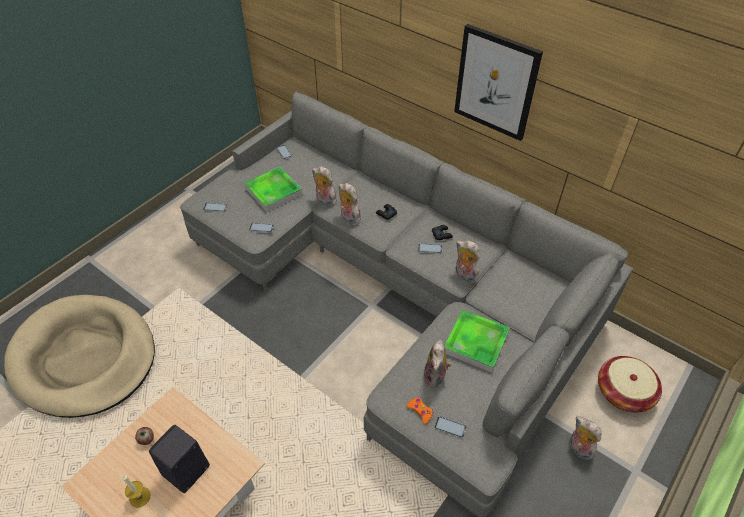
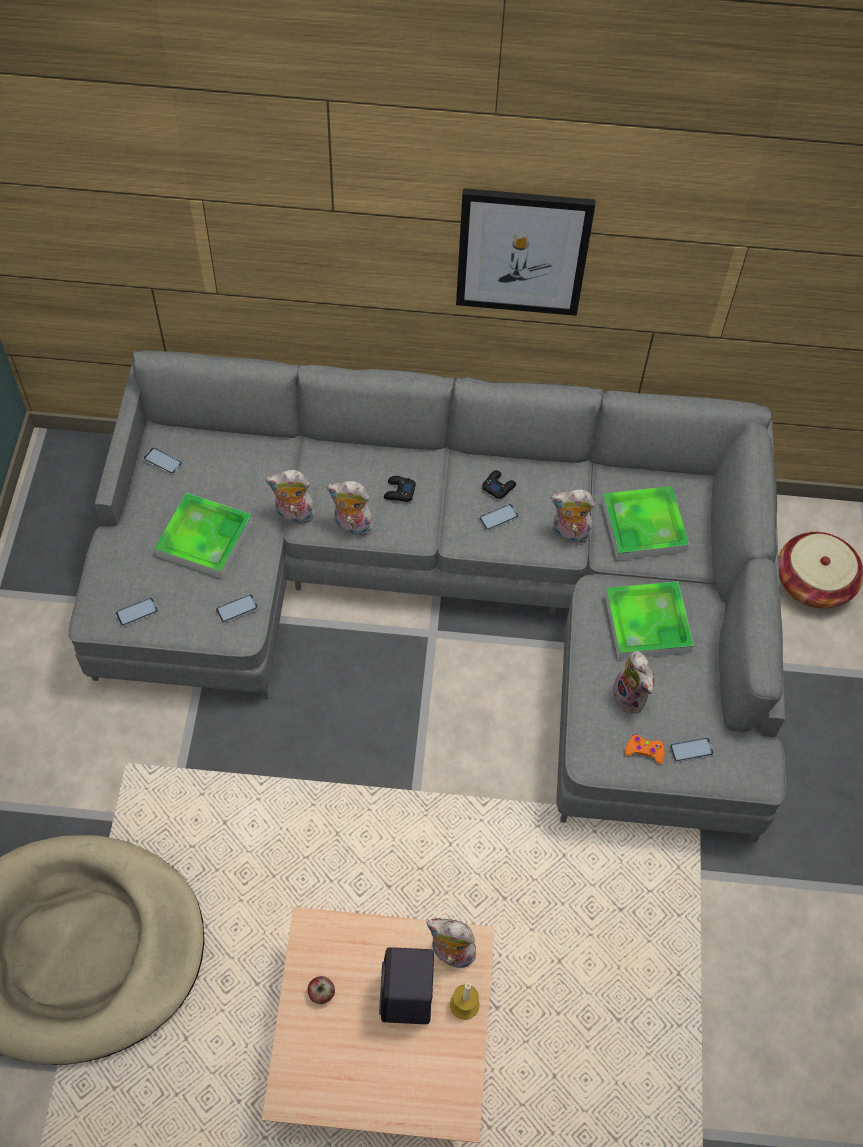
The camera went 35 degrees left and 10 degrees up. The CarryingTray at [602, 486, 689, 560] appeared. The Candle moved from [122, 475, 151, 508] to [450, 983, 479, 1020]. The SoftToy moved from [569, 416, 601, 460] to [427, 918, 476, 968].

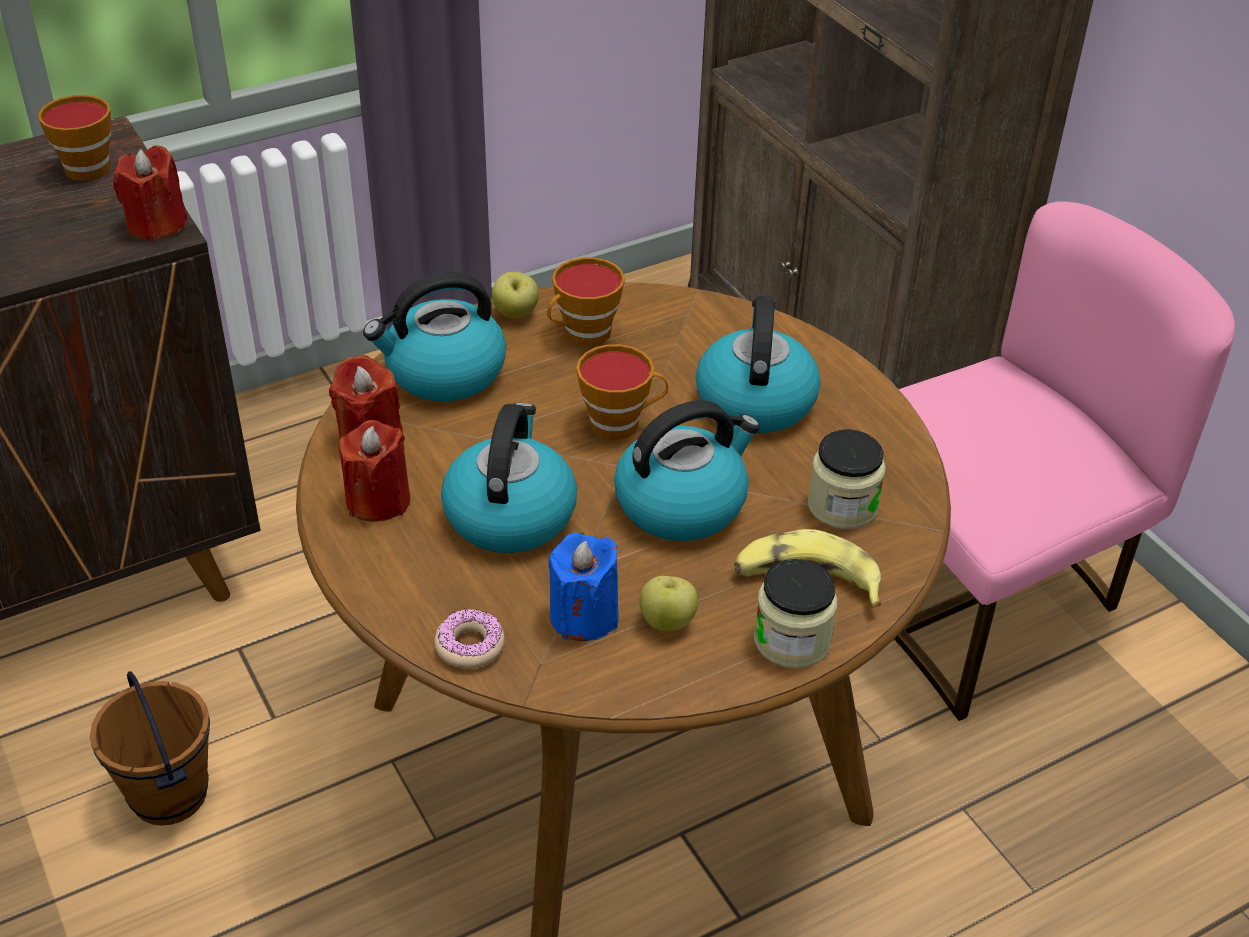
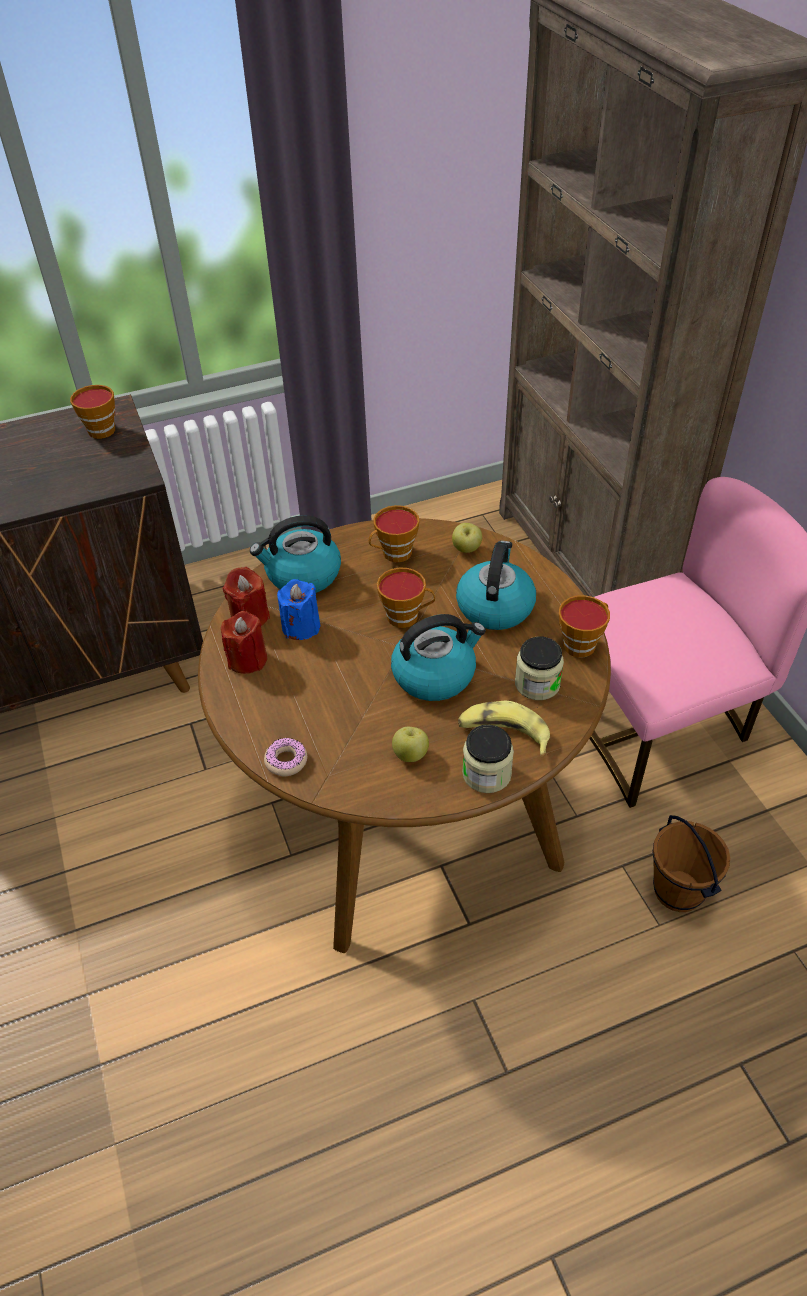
The camera went 10 degrees right and 5 degrees up. The RedCandle at [113, 145, 188, 241] disappeared. The WaterKettle at [441, 403, 577, 553] disappeared. The Cup at [559, 595, 610, 658] appeared. The BrownBucket moved from [90, 671, 210, 826] to [653, 815, 730, 912]. The AppleFruit moved from [492, 272, 539, 318] to [452, 523, 482, 553]. The BlueColouredCandle moved from [548, 533, 619, 641] to [277, 579, 320, 640].

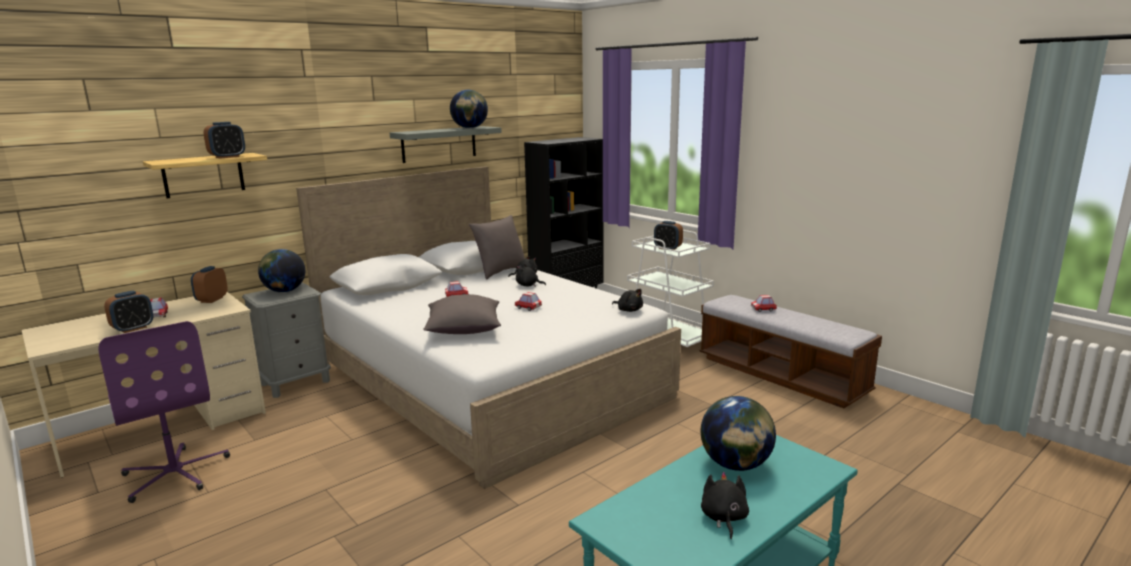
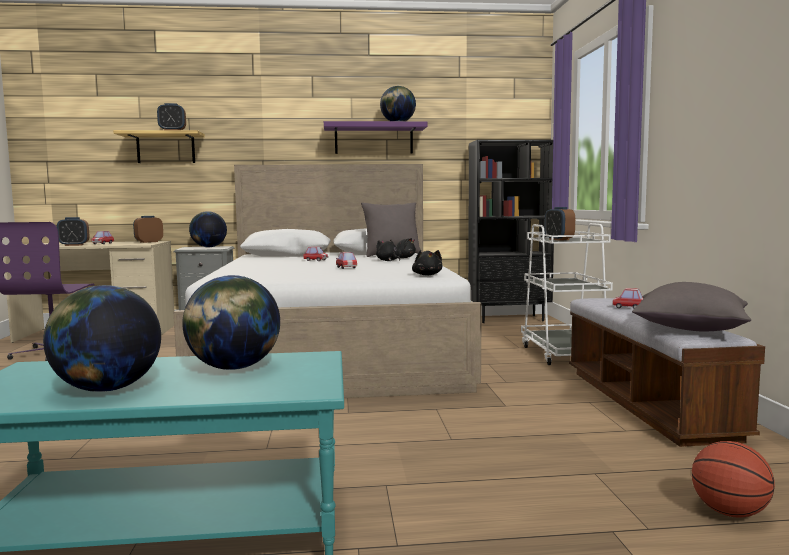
The camera went 35 degrees right and 10 degrees down. The BallForBasketball at [692, 441, 775, 518] appeared. The GreyThrowPillow moved from [423, 294, 501, 334] to [632, 282, 751, 331]. The BlackishSoftToy at [701, 472, 749, 539] was replaced by the DeskGlobe at [43, 285, 161, 392]. The GreyBracketShelf at [390, 126, 502, 163] became the PurplishBracketShelf at [324, 121, 427, 154].

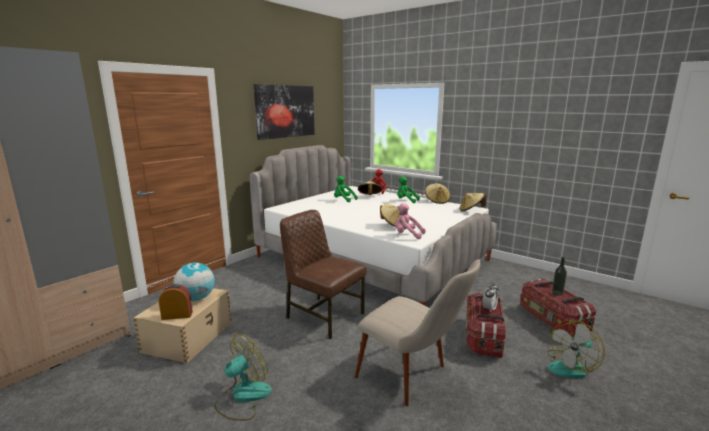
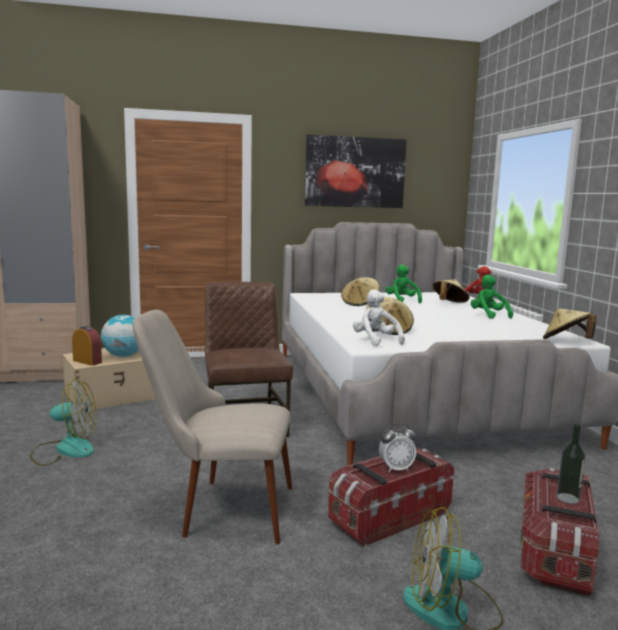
The camera went 40 degrees right and 5 degrees down. The BeigeClothingHat moved from [425, 183, 451, 204] to [341, 277, 380, 306]. The PinkSoftToy at [396, 203, 426, 239] became the WhitishSoftToy at [353, 289, 405, 346]. The BeigeUprightChair at [355, 259, 481, 406] turned 105 degrees clockwise.

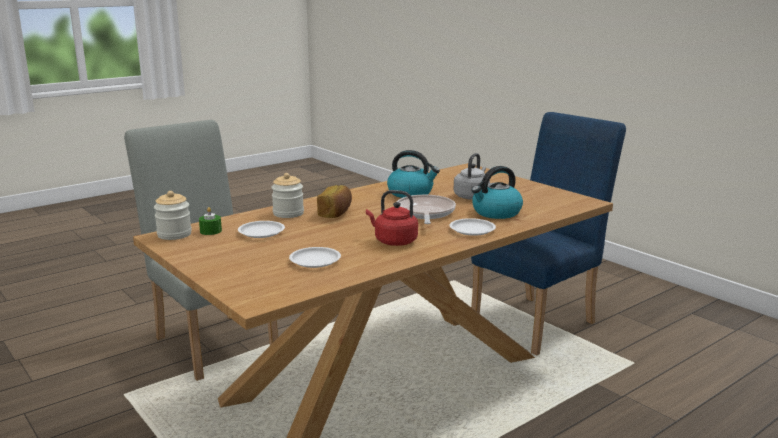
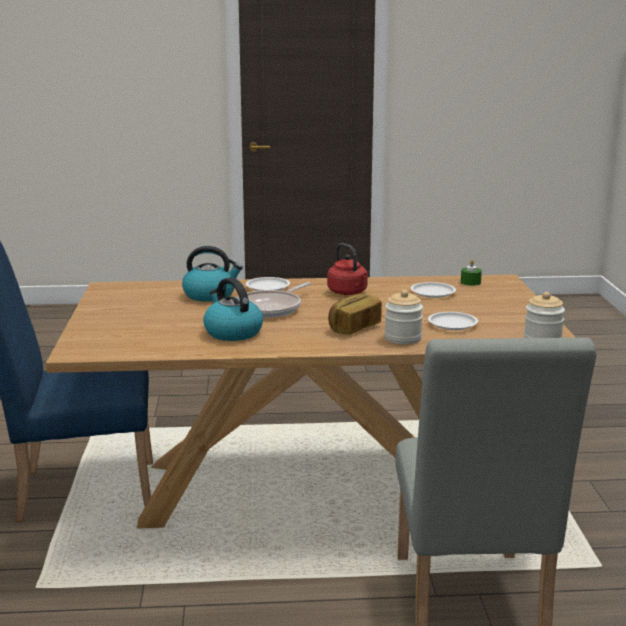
The camera went 145 degrees left and 0 degrees up. The GreyWaterKettle at [454, 153, 490, 200] disappeared. The GreenishCandle moved from [199, 207, 222, 235] to [461, 259, 482, 286].

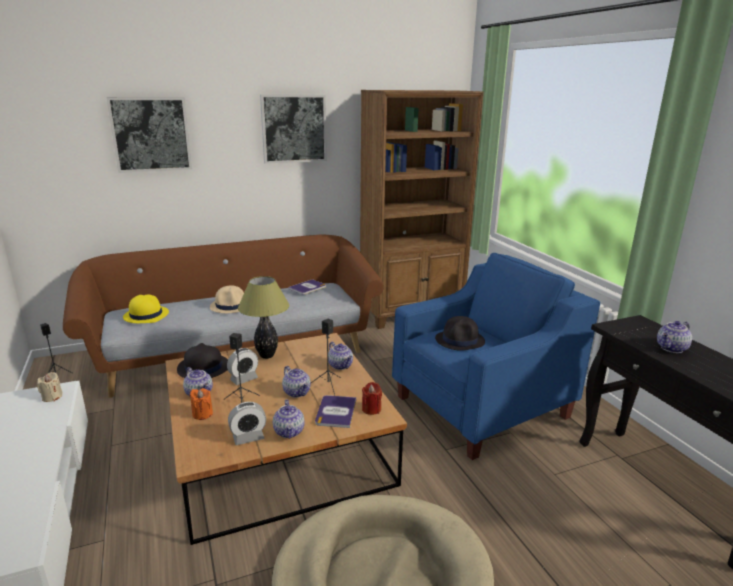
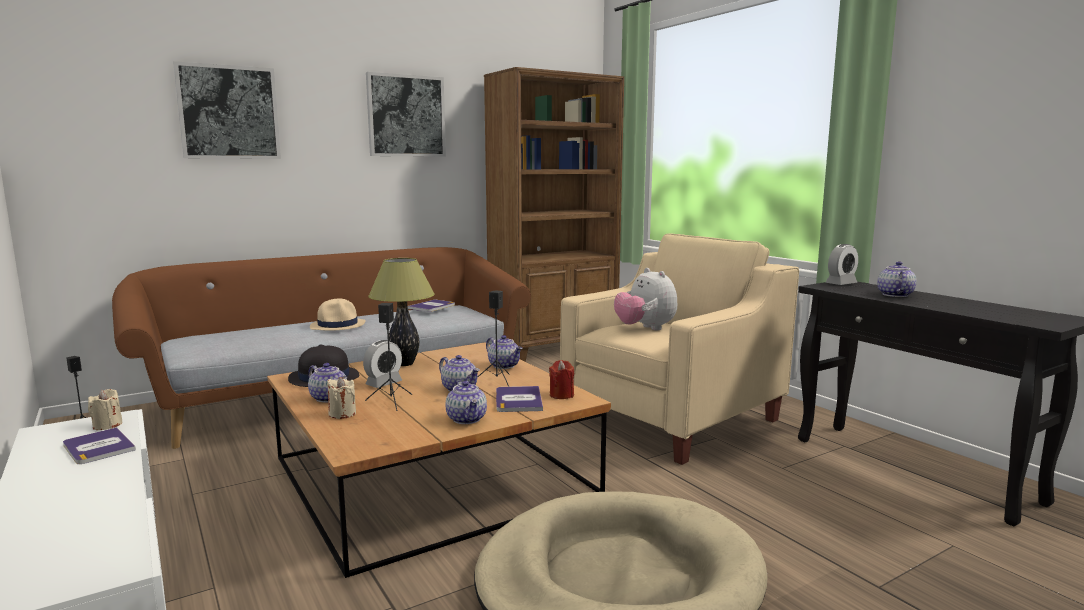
The camera went 10 degrees left and 10 degrees down. The YellowClothingHat at [123, 295, 169, 323] disappeared. The BoundBook at [63, 427, 136, 464] appeared. The AlarmClock moved from [228, 402, 266, 445] to [825, 244, 858, 285]. The BlackishClothingHat at [435, 316, 485, 351] was replaced by the SoftToy at [614, 268, 677, 330]. The OrangeCandle at [190, 388, 213, 420] became the BeigeCandle at [327, 377, 356, 419]. The BlueColouredArmchair at [392, 253, 600, 460] became the BeigeArmchair at [560, 233, 799, 465]. The PotForTea at [657, 321, 692, 353] turned 150 degrees clockwise.

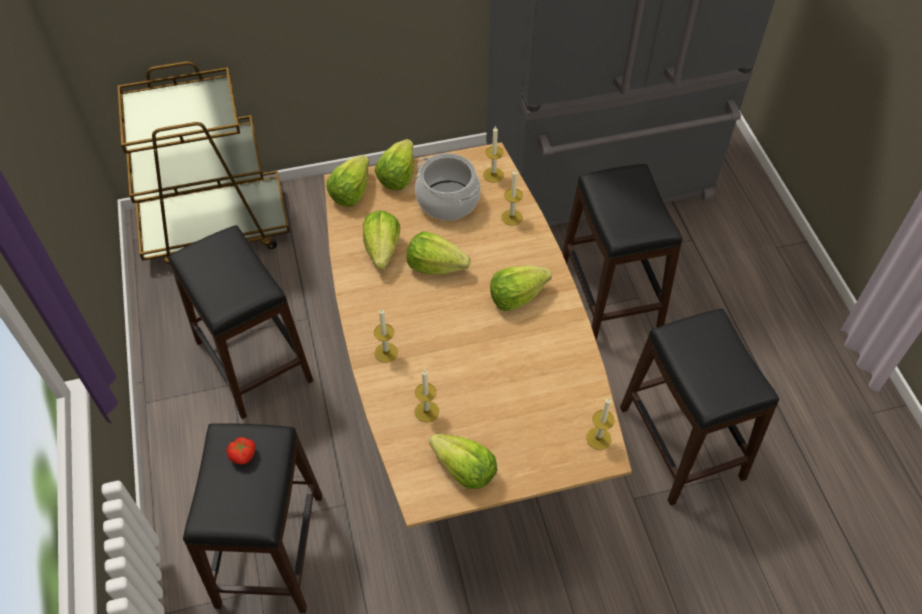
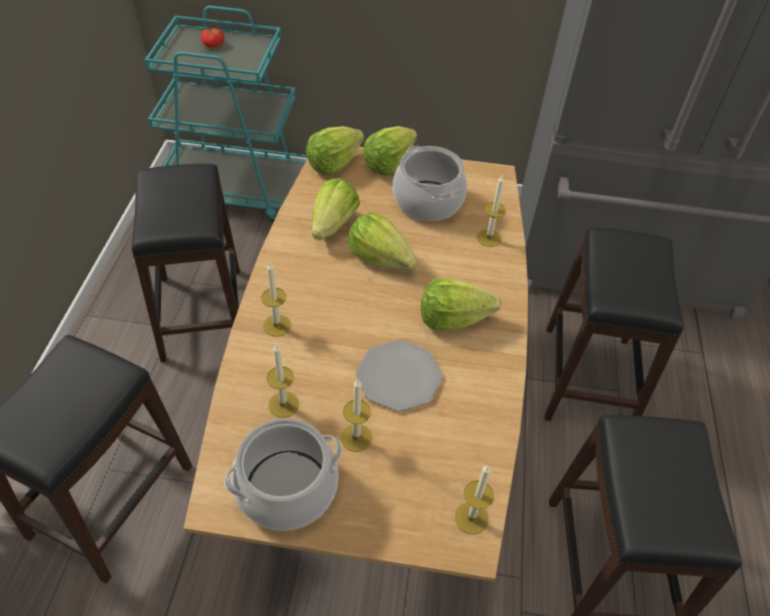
The camera went 20 degrees right and 5 degrees down. The Plate at [356, 340, 442, 411] appeared. The WholeTomato moved from [226, 437, 256, 465] to [201, 28, 224, 48]. The Candle moved from [483, 126, 504, 183] to [341, 379, 372, 452]. The HeadOfLettuce at [429, 434, 497, 489] was replaced by the Saucepot at [224, 418, 342, 531]. The BrownCart at [117, 61, 290, 264] became the BlueGreenCart at [145, 6, 308, 222].

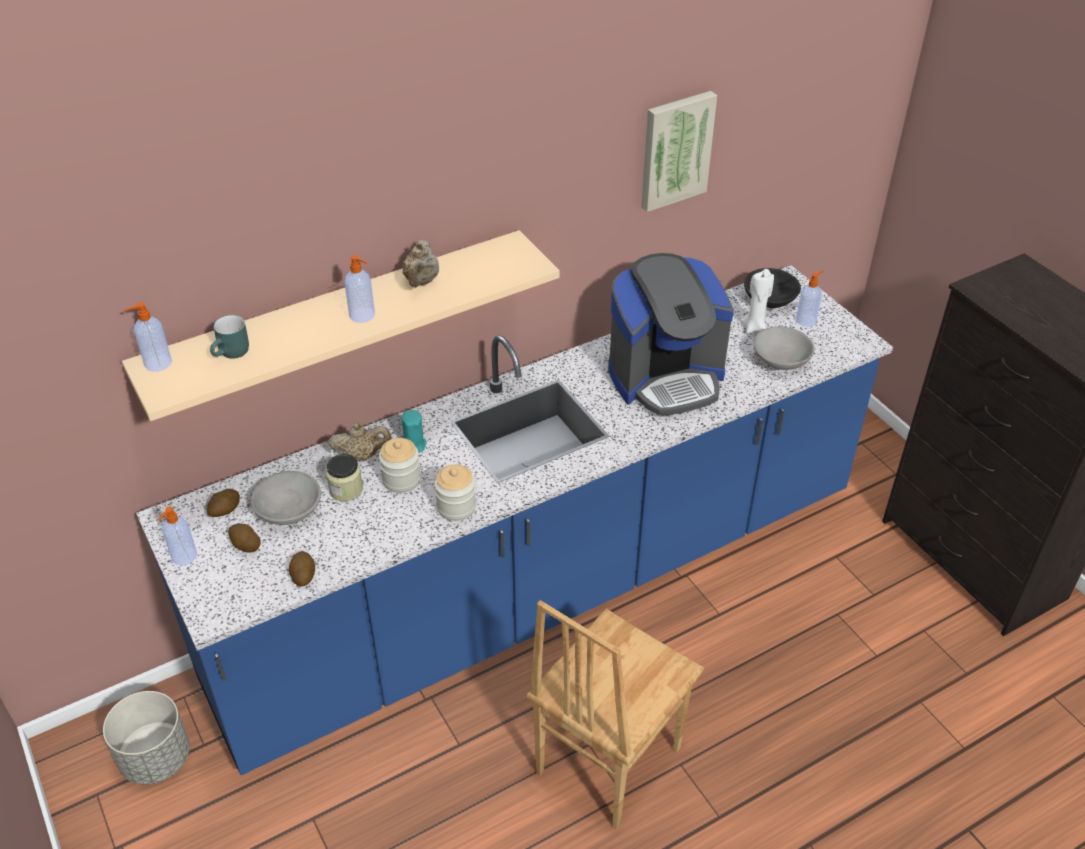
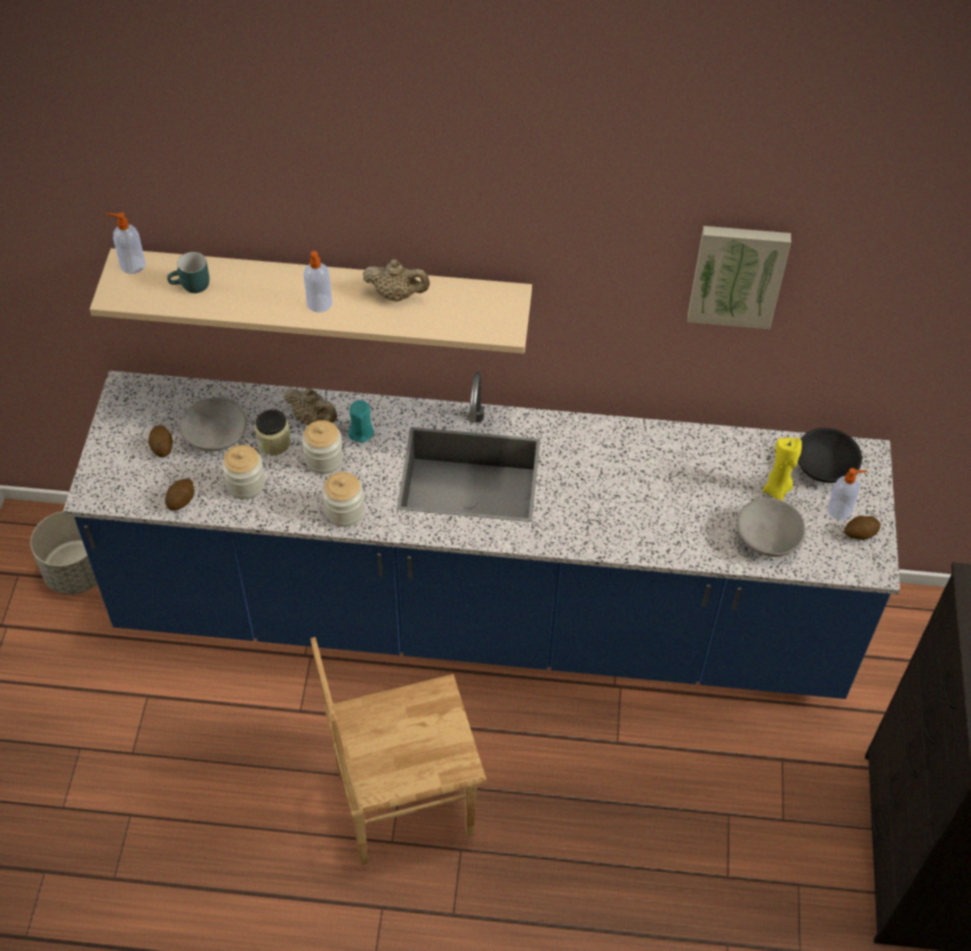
The camera went 35 degrees right and 10 degrees up. The SoapDispenser at [158, 506, 197, 566] disappeared. The CoffeeMaker at [608, 253, 734, 416] disappeared. The Jar at [222, 445, 265, 499] appeared. The Spud moved from [207, 489, 240, 517] to [844, 516, 880, 540]. The WhitishCandle at [740, 269, 774, 334] became the YellowCandle at [762, 438, 802, 501]. The BeigePotForTea at [402, 240, 439, 287] turned 120 degrees counterclockwise.

